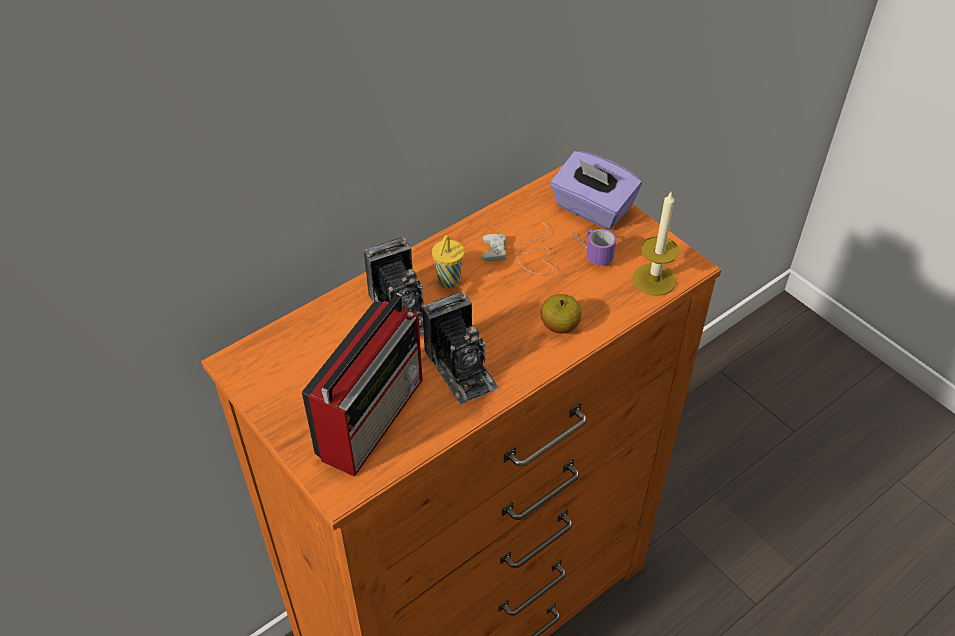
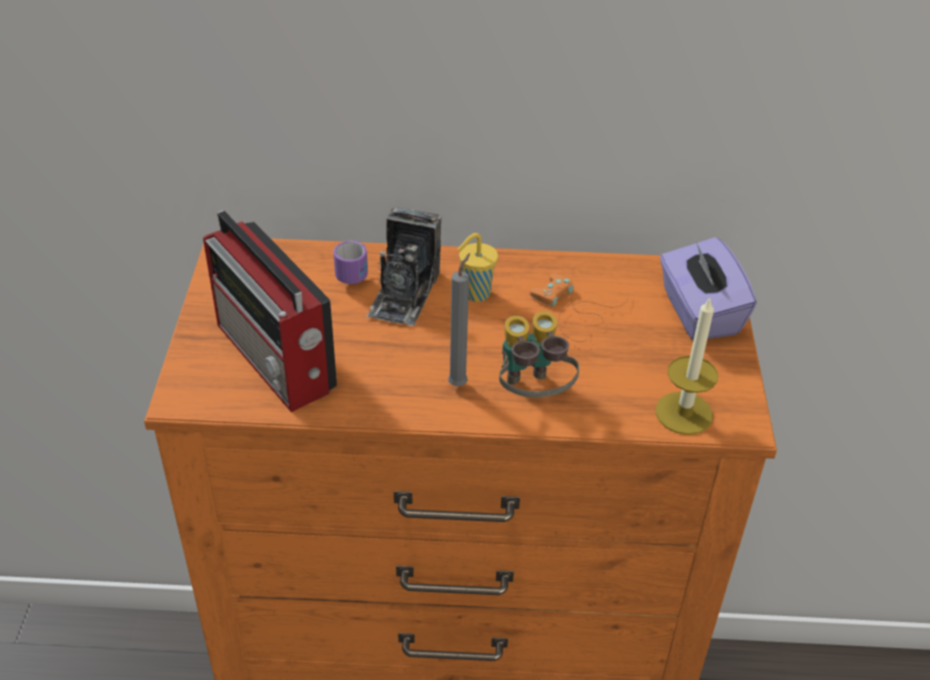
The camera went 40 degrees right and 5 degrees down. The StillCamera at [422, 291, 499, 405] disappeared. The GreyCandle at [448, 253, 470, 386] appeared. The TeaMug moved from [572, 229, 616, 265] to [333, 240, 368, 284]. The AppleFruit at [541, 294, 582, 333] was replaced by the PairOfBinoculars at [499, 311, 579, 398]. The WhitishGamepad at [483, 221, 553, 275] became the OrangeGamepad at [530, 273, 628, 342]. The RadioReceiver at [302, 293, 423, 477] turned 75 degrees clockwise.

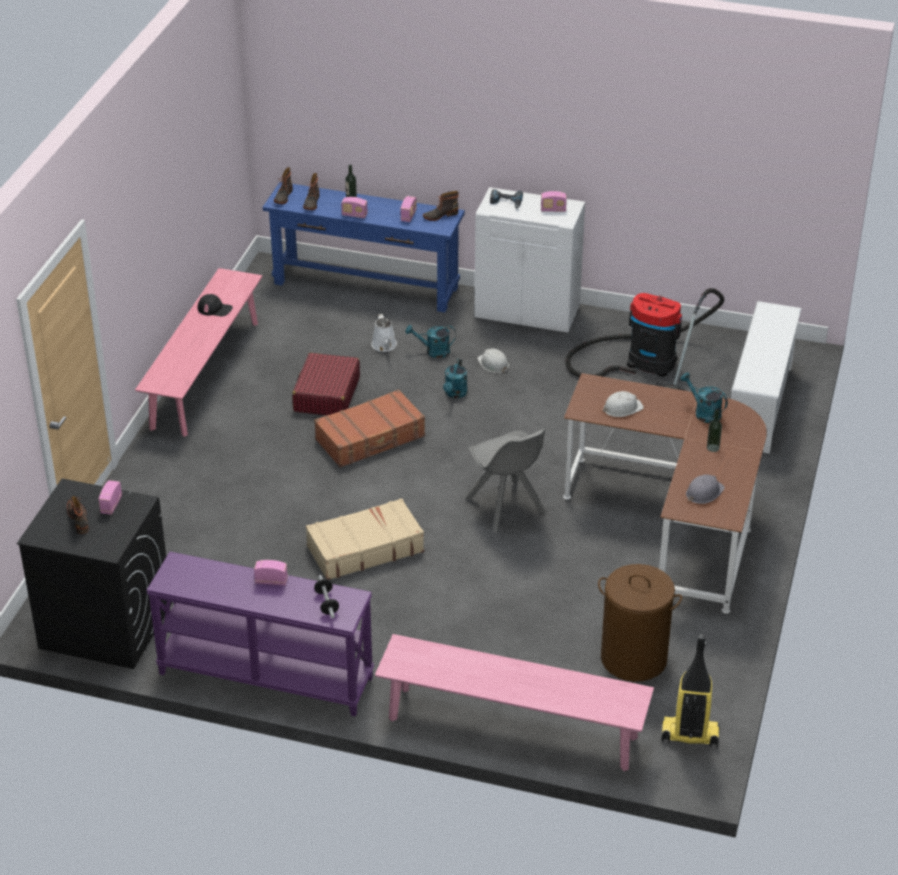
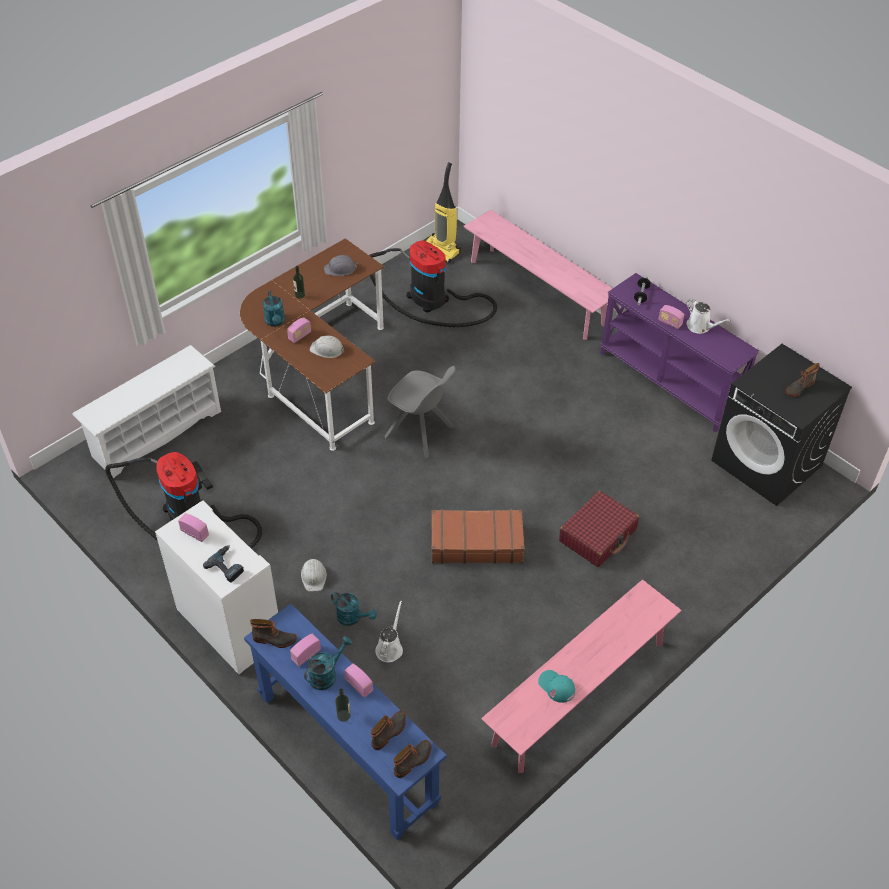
The camera went 150 degrees left and 10 degrees up. The BeigeSuitcase at [306, 498, 424, 580] disappeared. The WhitishWateringCan at [686, 299, 731, 334] appeared. The RadioReceiver moved from [99, 480, 122, 515] to [287, 317, 311, 343]. The RedSuitcase moved from [292, 353, 360, 415] to [559, 491, 639, 567]. The BlueGreenWateringCan moved from [443, 359, 468, 398] to [304, 636, 353, 690]. The BrownWashingBasket at [598, 564, 682, 682] was replaced by the Hoover at [369, 240, 497, 327]. The BlackishPeakedCap at [198, 294, 233, 316] became the BlueGreenPeakedCap at [538, 670, 575, 703]. The Boot at [67, 496, 89, 534] turned 45 degrees clockwise. The GreyUprightChair at [465, 429, 547, 533] turned 120 degrees clockwise.

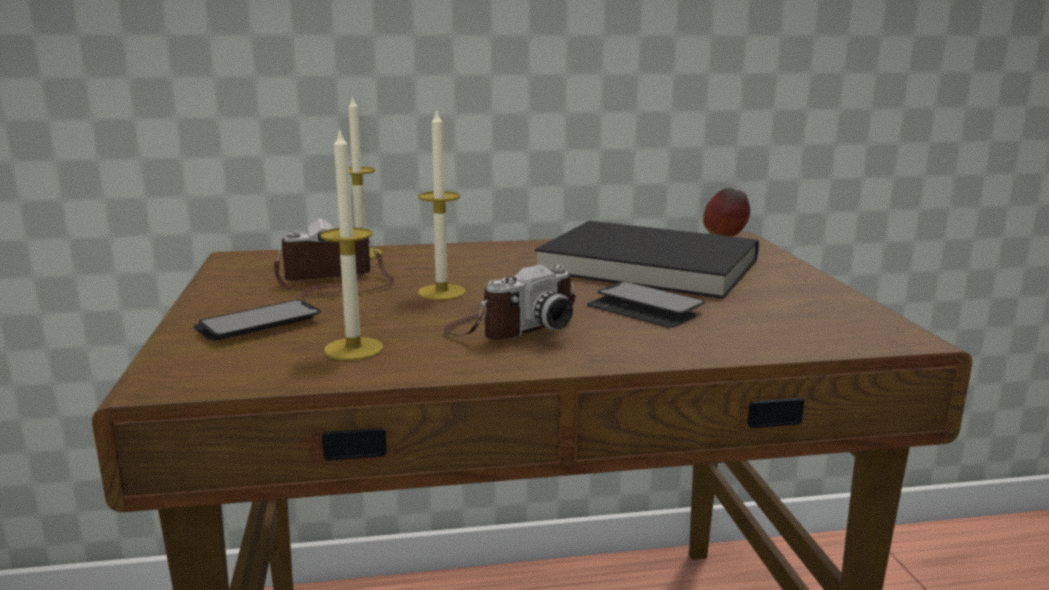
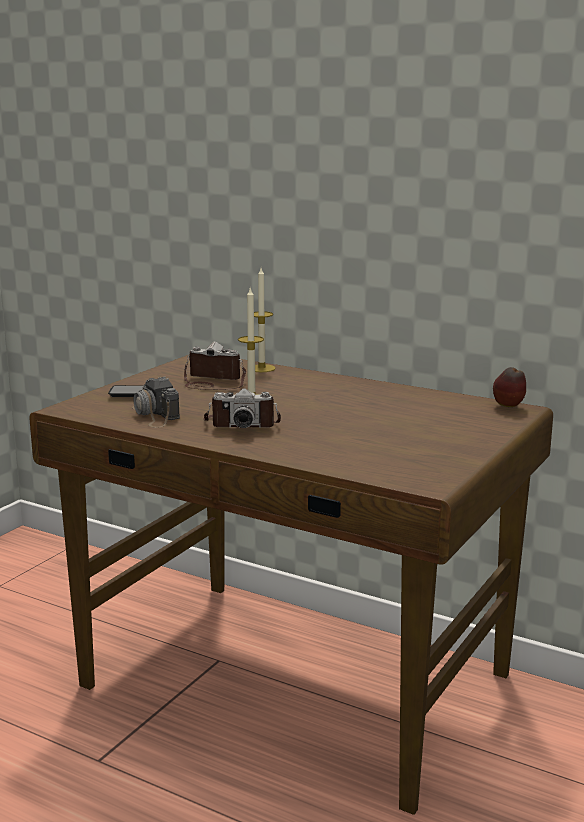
The camera went 40 degrees right and 0 degrees up. The BlackishBoundBook at [535, 221, 759, 299] disappeared. The Handset at [587, 281, 705, 328] disappeared. The Candle at [320, 127, 383, 360] was replaced by the StillCamera at [132, 377, 180, 428].

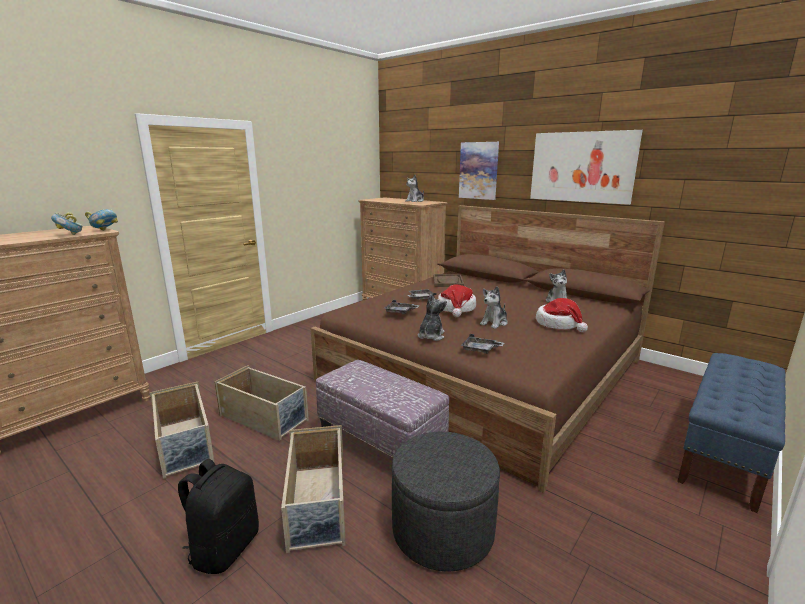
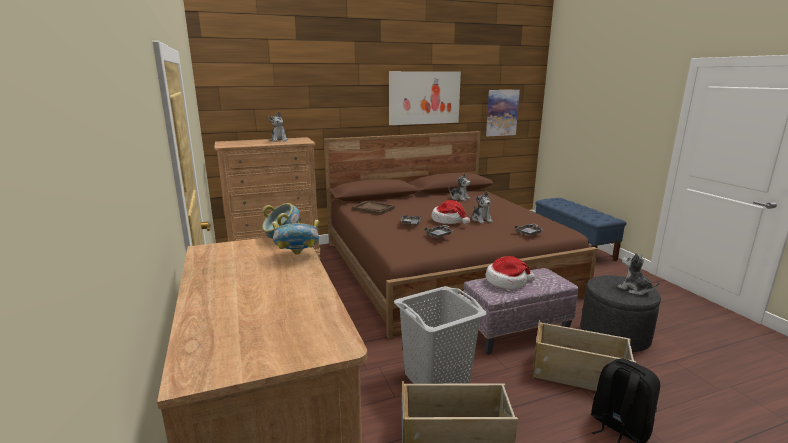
The camera went 60 degrees left and 0 degrees up. The SoftToy moved from [418, 294, 447, 341] to [617, 253, 660, 295]. The WallArt moved from [459, 142, 499, 200] to [486, 90, 520, 136]. The ClothingHat moved from [536, 298, 588, 332] to [485, 256, 535, 289]. The BeigeStorageBox at [214, 365, 309, 441] was replaced by the GreyWashingBasket at [394, 286, 487, 384].

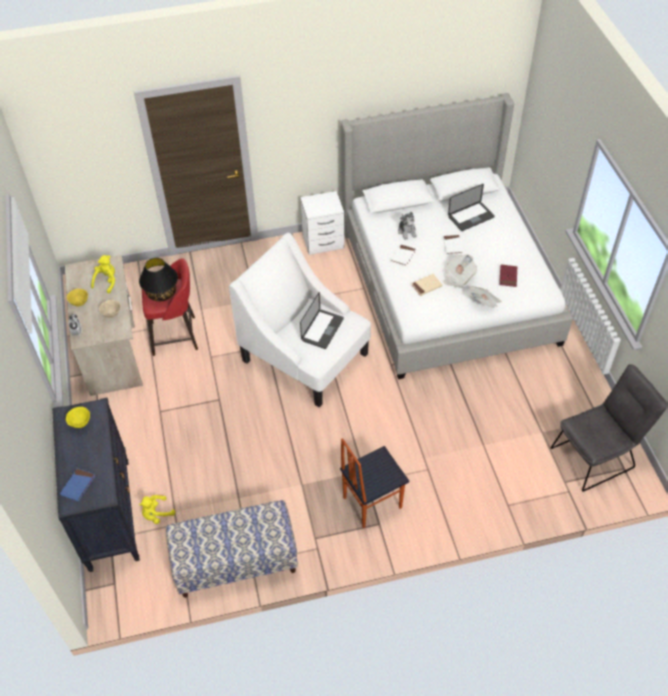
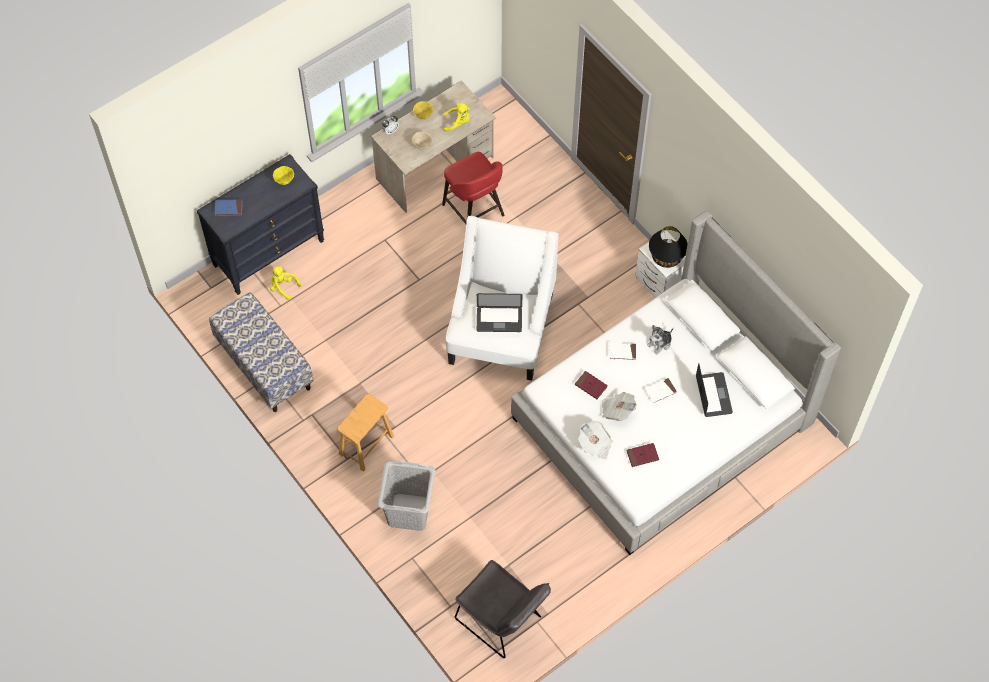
The camera went 65 degrees right and 10 degrees up. The GreyWashingBasket at [378, 461, 435, 531] appeared. The BlackishLampForATable moved from [139, 258, 178, 302] to [649, 226, 688, 268]. The UprightChair at [340, 438, 409, 528] was replaced by the BrownSittingStool at [336, 394, 394, 472]. The BeigeBoundBook at [412, 274, 442, 296] became the RedBoundBook at [575, 371, 608, 399]. The PortableComputer at [448, 184, 495, 231] turned 135 degrees counterclockwise.

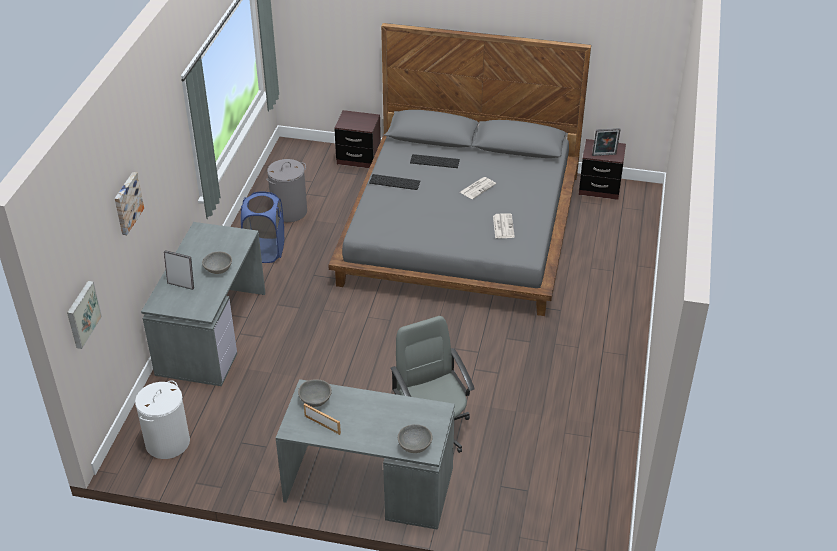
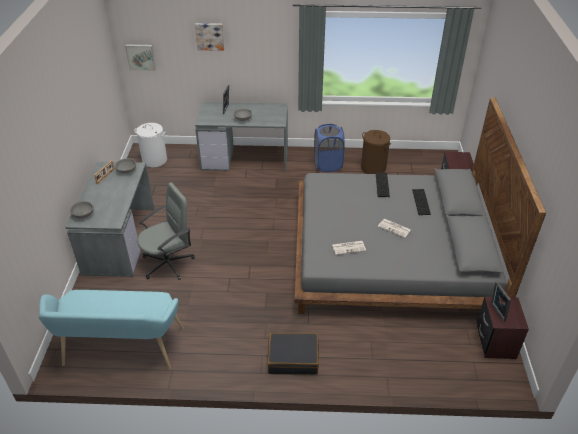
The camera went 80 degrees right and 0 degrees up. The BlueGreenIndoorBench at [39, 290, 184, 370] appeared. The BlackishSuitcase at [268, 333, 319, 375] appeared. The GreyWashingBasket at [266, 159, 307, 222] became the BrownWashingBasket at [361, 130, 391, 174].

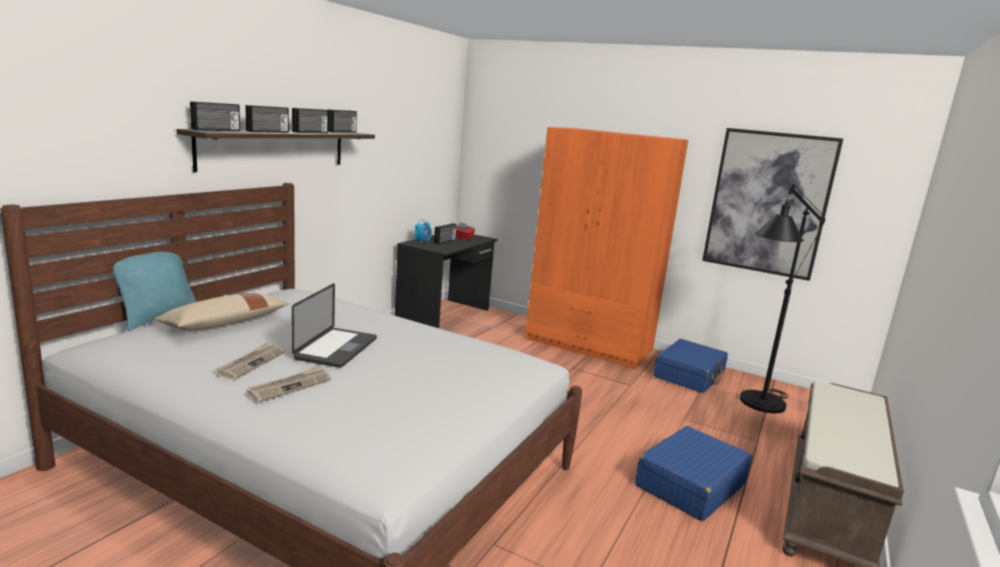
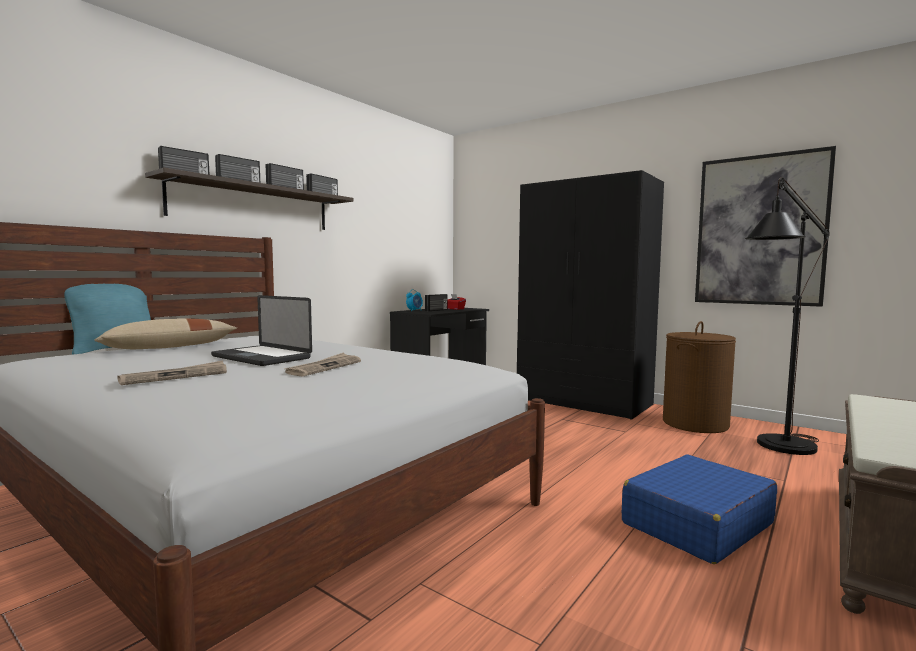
The camera went 10 degrees right and 10 degrees down. The PrintedPaper moved from [215, 342, 285, 380] to [284, 353, 361, 376]. The BlueColouredSuitcase at [654, 339, 728, 393] was replaced by the BrownWashingBasket at [663, 321, 736, 433]. The OrangeClothesCupboard at [526, 127, 688, 369] became the BlackishClothesCupboard at [517, 170, 664, 419]. The PortableComputer at [292, 283, 377, 368] turned 105 degrees clockwise.

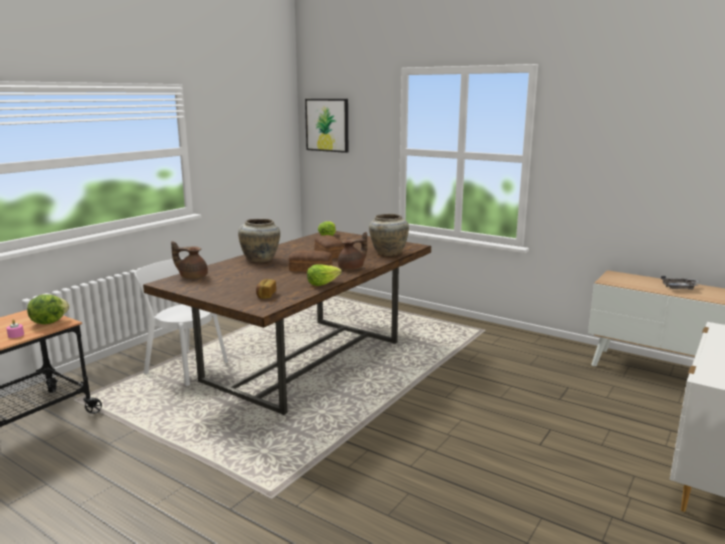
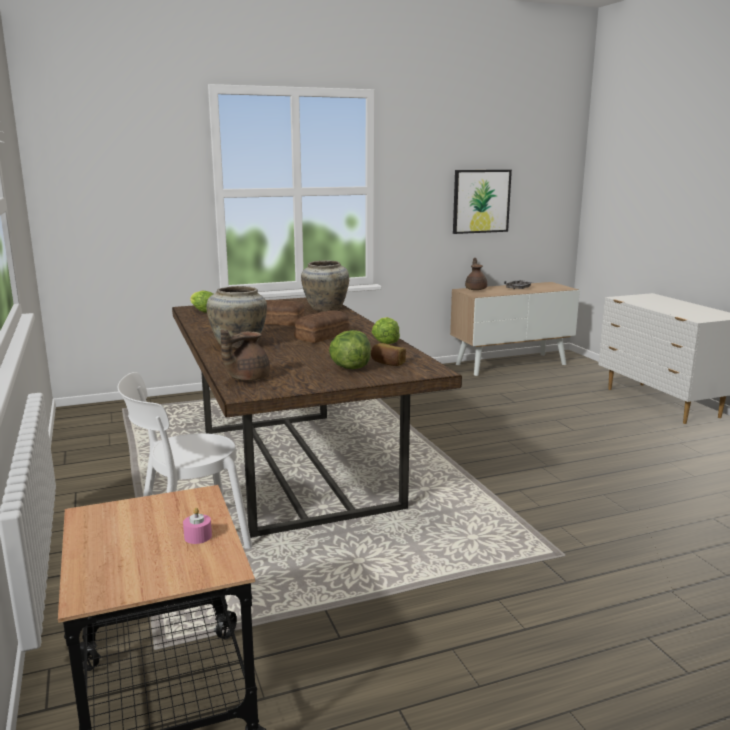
The camera went 55 degrees left and 0 degrees up. The HeadOfLettuce moved from [27, 294, 70, 325] to [329, 330, 371, 369]. The WallArt moved from [305, 99, 348, 153] to [453, 170, 512, 234]. The BrownPotForTea moved from [338, 232, 367, 270] to [465, 258, 487, 290].

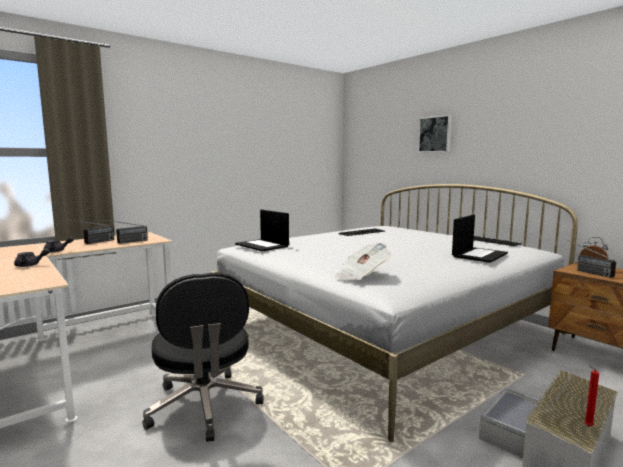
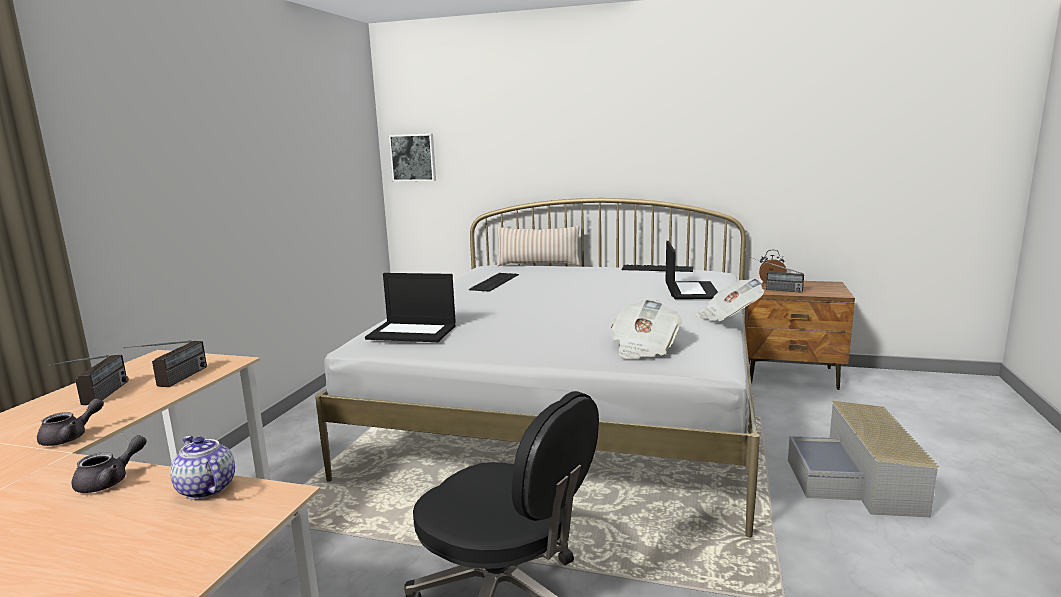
The camera went 35 degrees left and 5 degrees up. The RedCandle at [584, 366, 599, 426] disappeared. The PotForTea at [170, 436, 235, 500] appeared. The BeigeThrowPillow at [497, 226, 580, 266] appeared. The PrintedPaper at [695, 278, 764, 321] appeared. The WallArt moved from [418, 115, 452, 153] to [389, 134, 436, 181].

